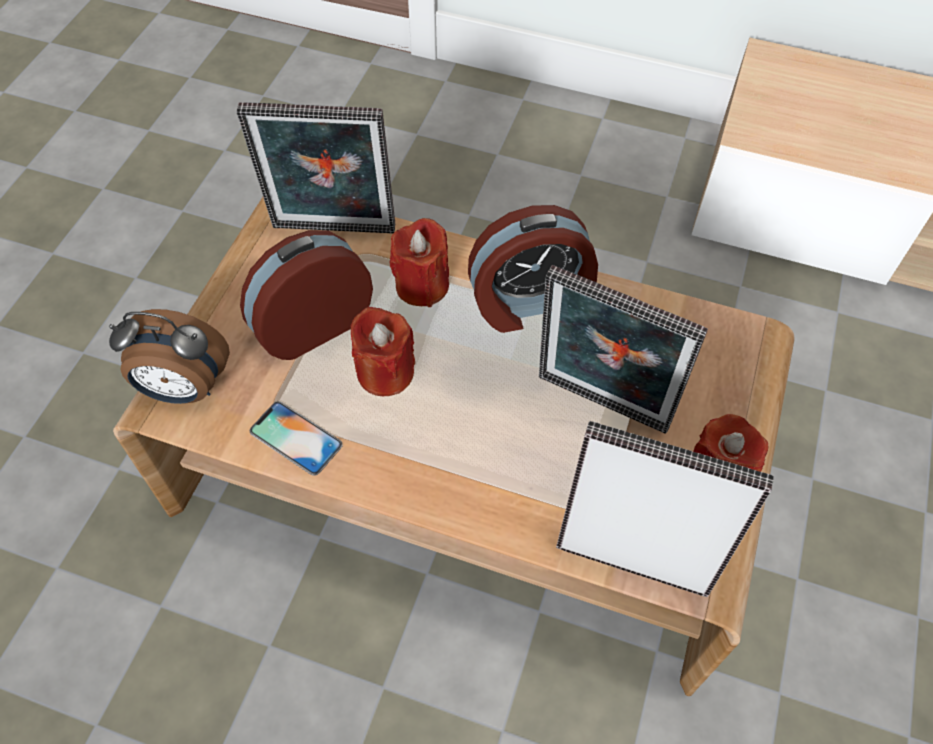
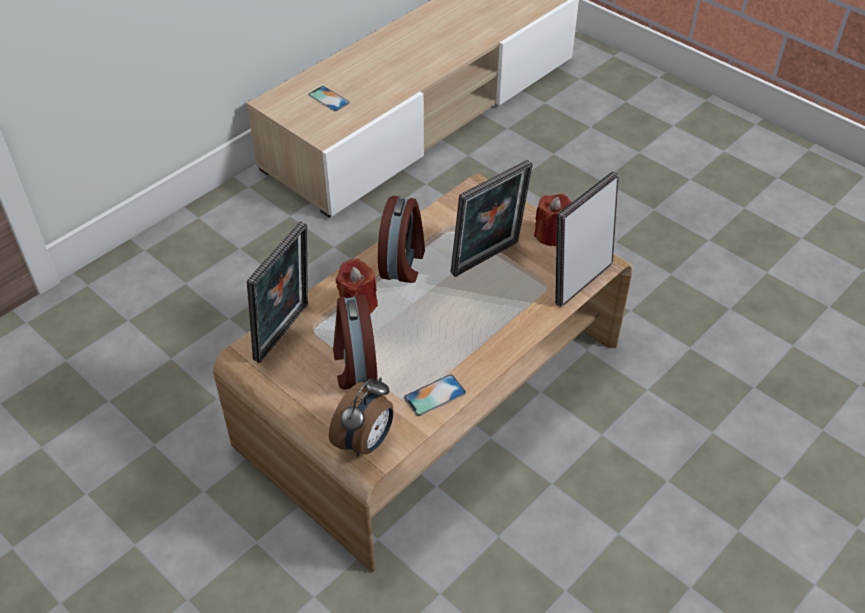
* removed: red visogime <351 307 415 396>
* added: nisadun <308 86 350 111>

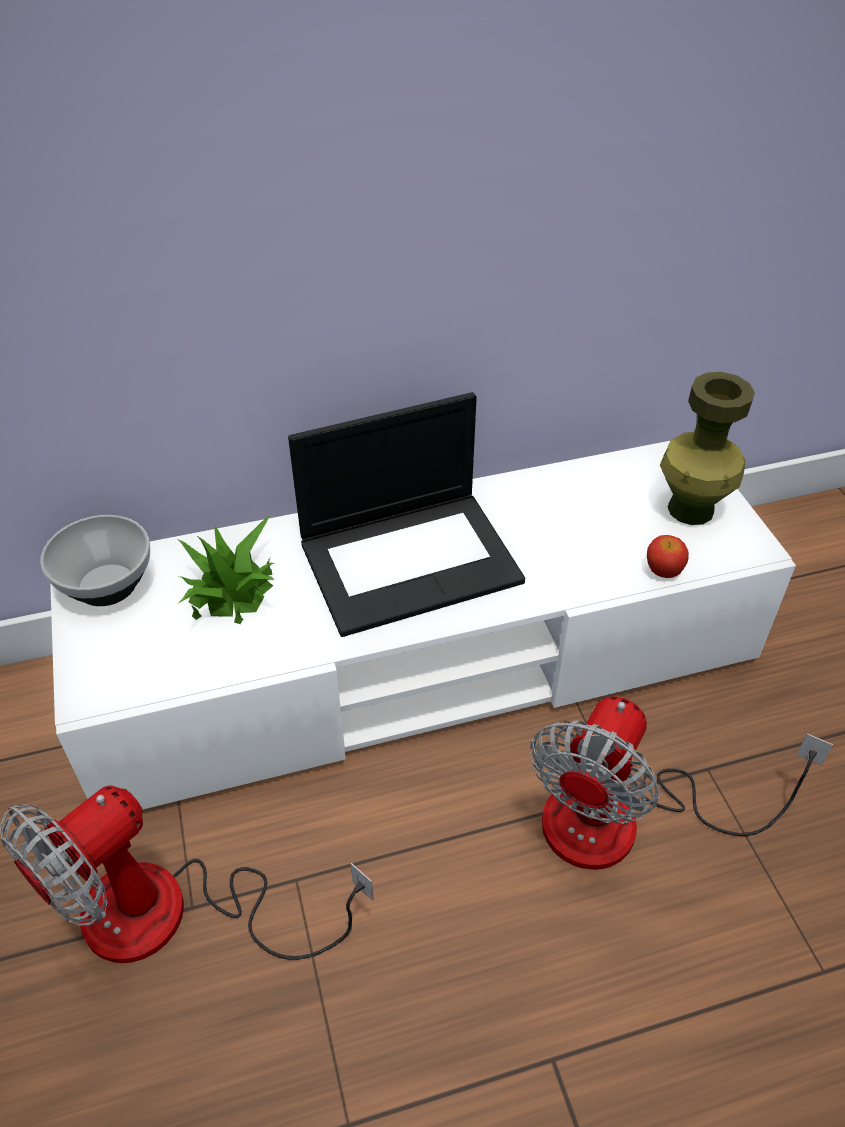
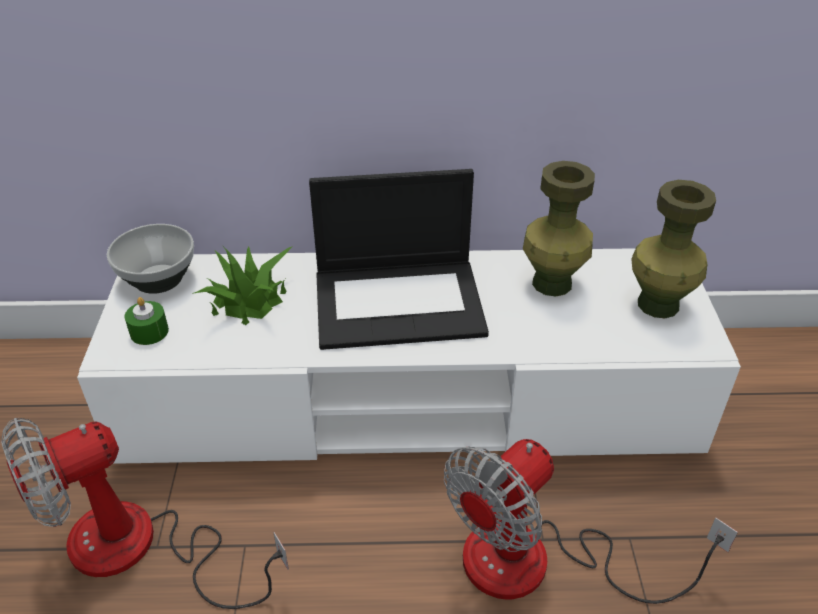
* removed: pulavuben <647 535 689 578>
* added: green visogime <125 297 169 345>
* added: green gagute <523 161 595 296>

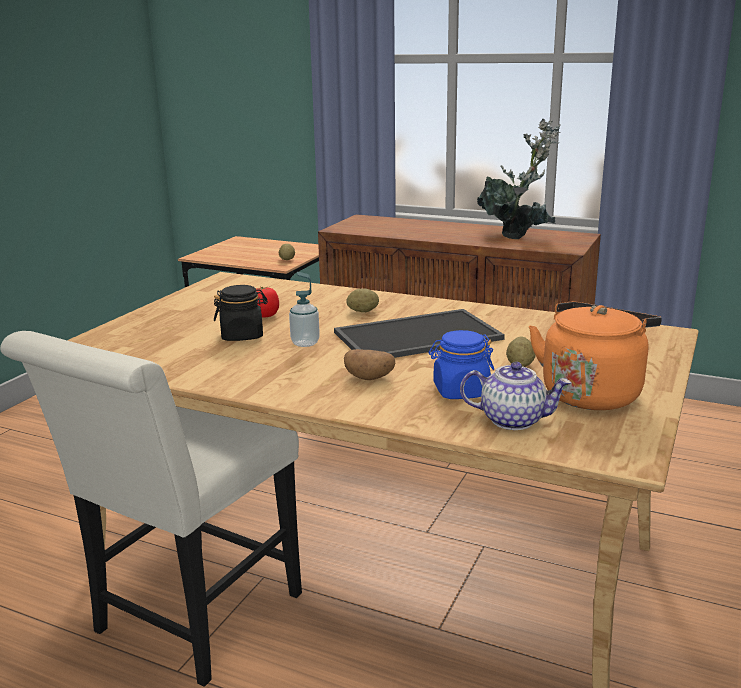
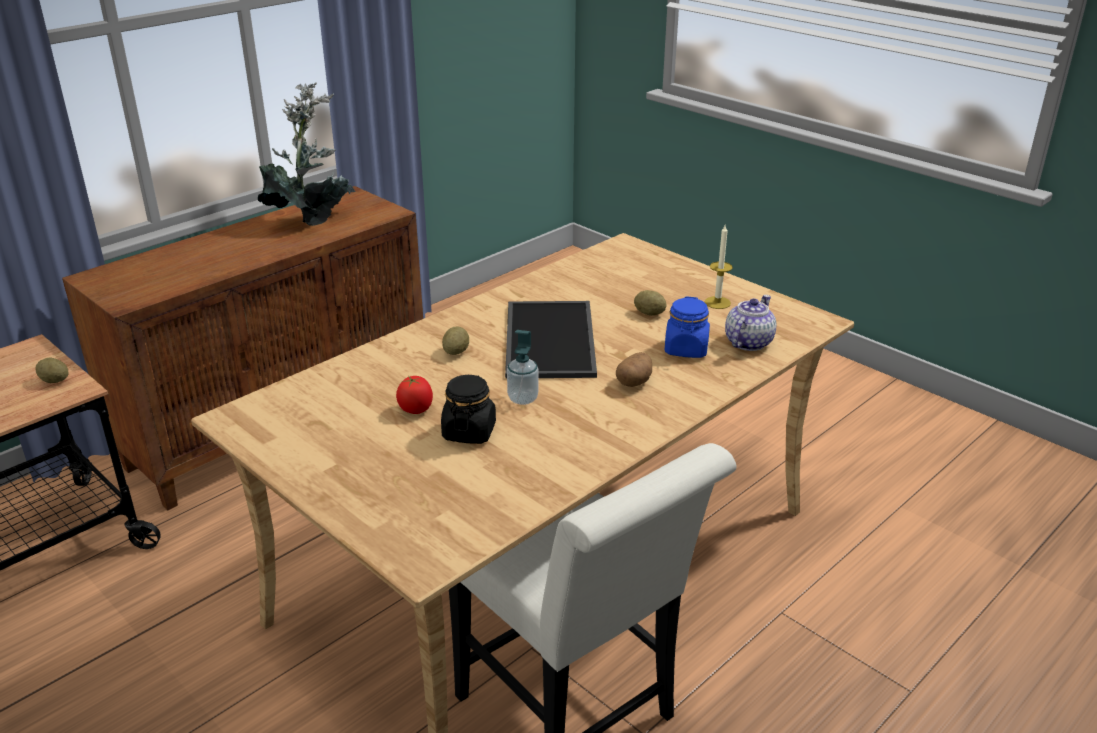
* replaced: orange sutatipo <529 301 662 410> to visogime <704 225 733 309>

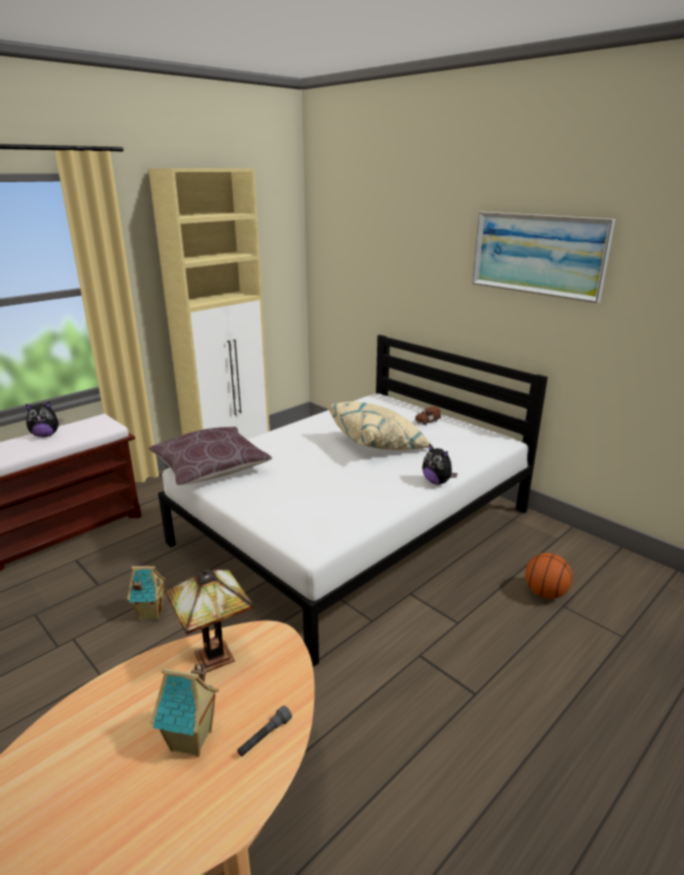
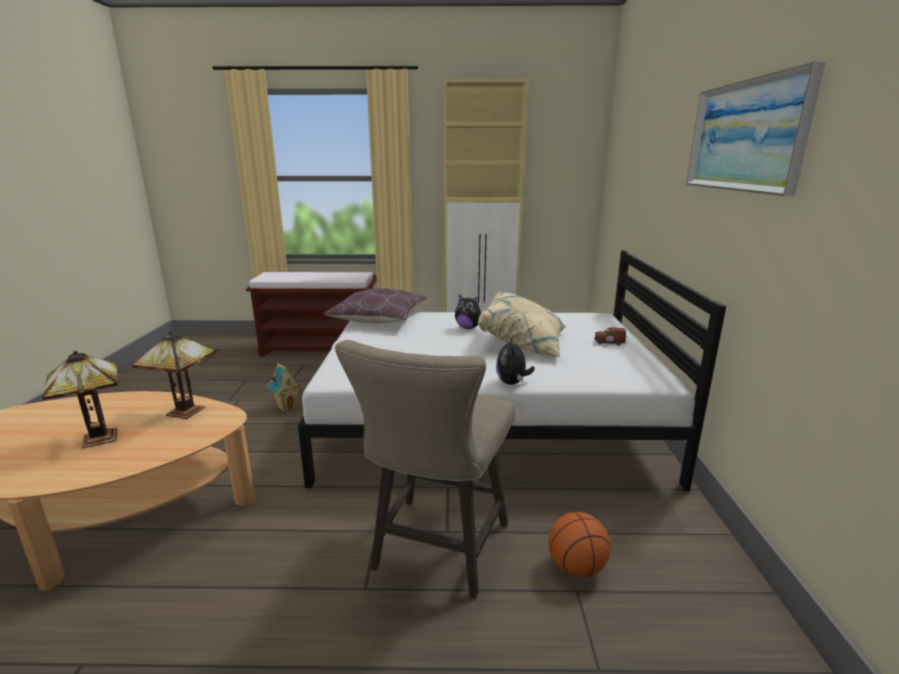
* moved: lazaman <26 401 62 437> to <455 295 481 329>
* replaced: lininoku <150 663 219 757> to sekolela <42 351 119 449>
* removed: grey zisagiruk <237 706 292 756>
* added: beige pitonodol <335 340 515 598>

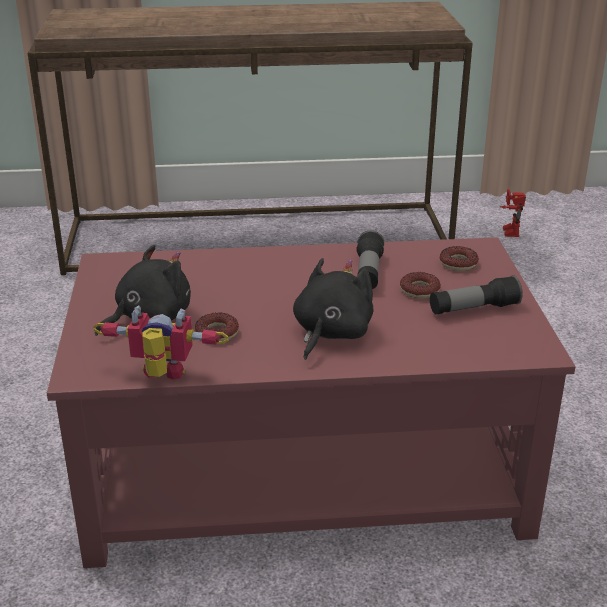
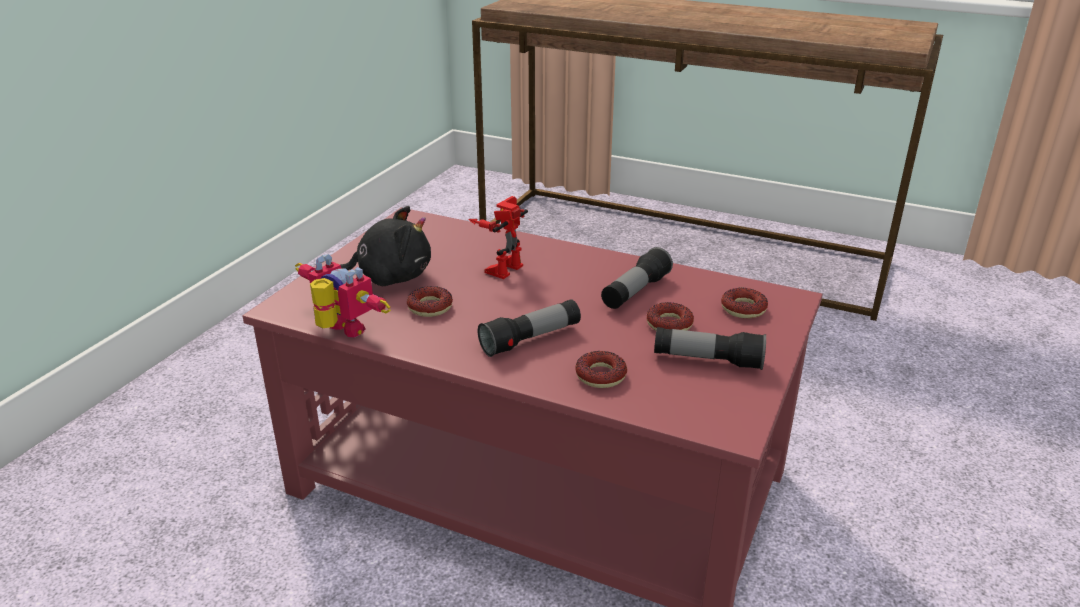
* replaced: black lazaman <293 258 374 360> to zisagiruk <478 299 581 357>
* moved: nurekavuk <500 189 526 237> to <468 196 528 279>
* added: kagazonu <575 351 627 388>

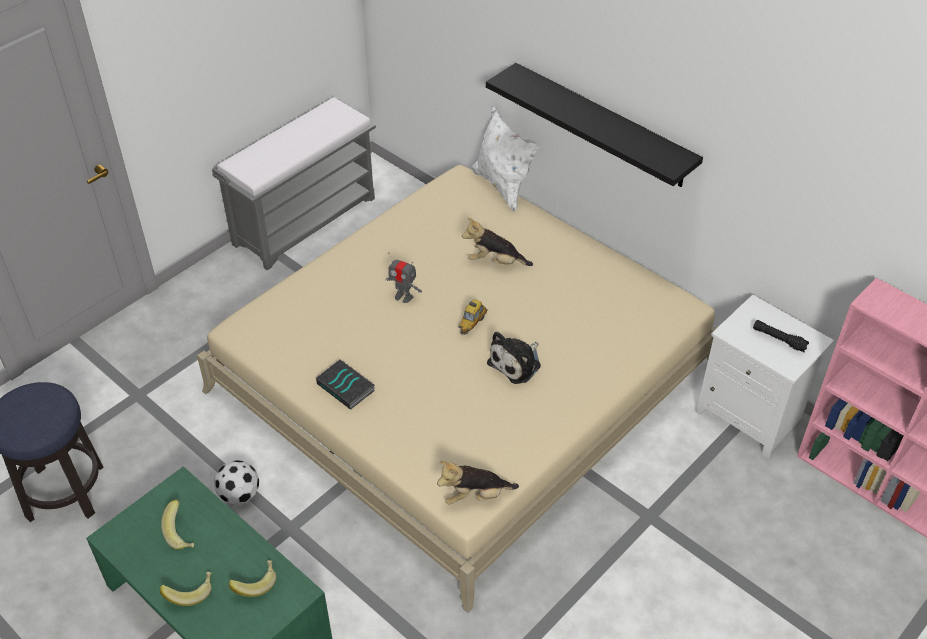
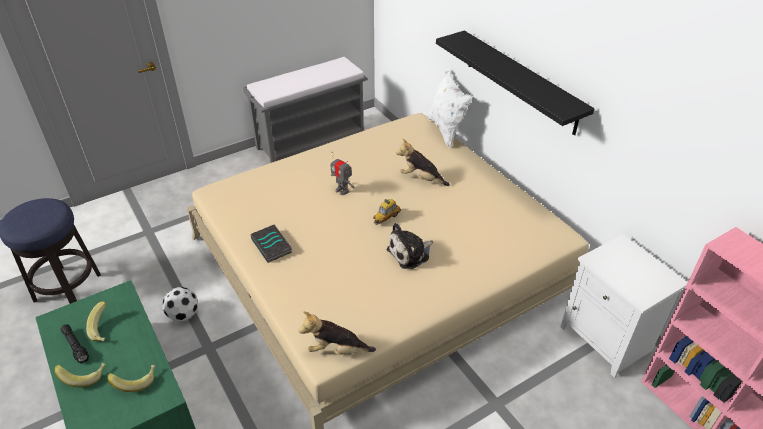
* moved: black zisagiruk <753 320 809 352> to <60 324 89 364>

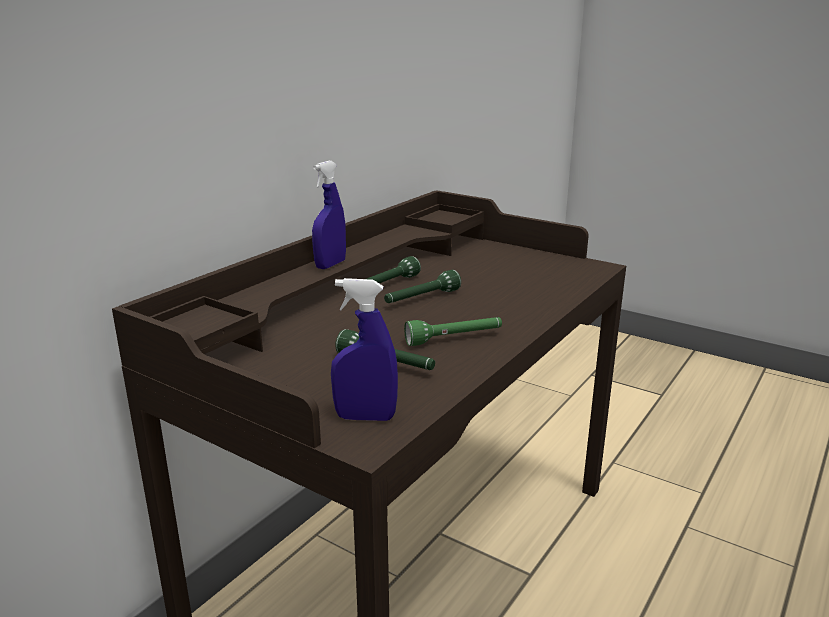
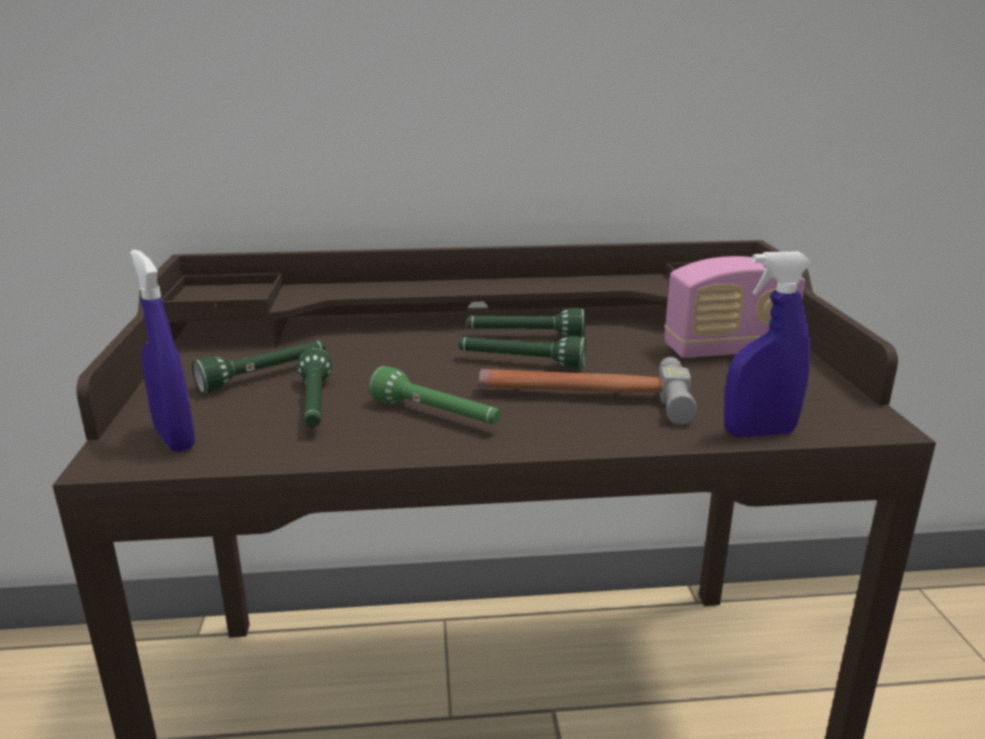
* moved: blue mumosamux <312 161 346 269> to <724 252 813 437>
* added: green zisagiruk <192 340 326 393>
* added: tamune <479 357 697 425>
* added: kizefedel <664 256 805 358>

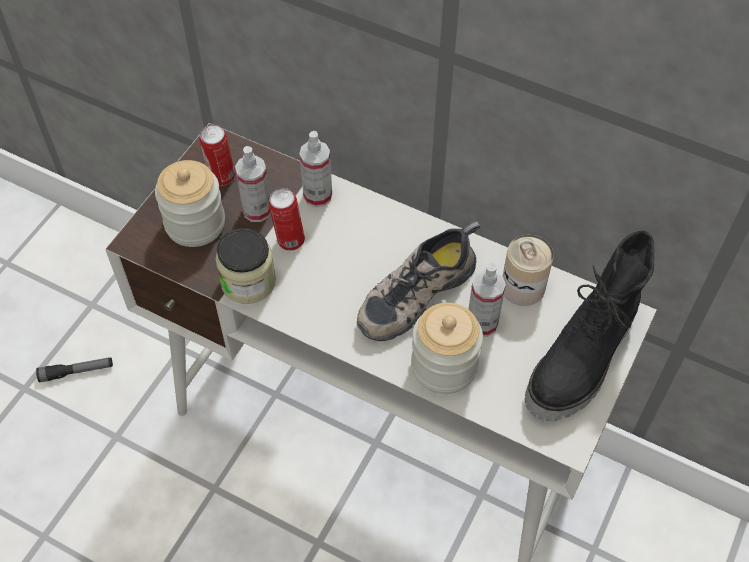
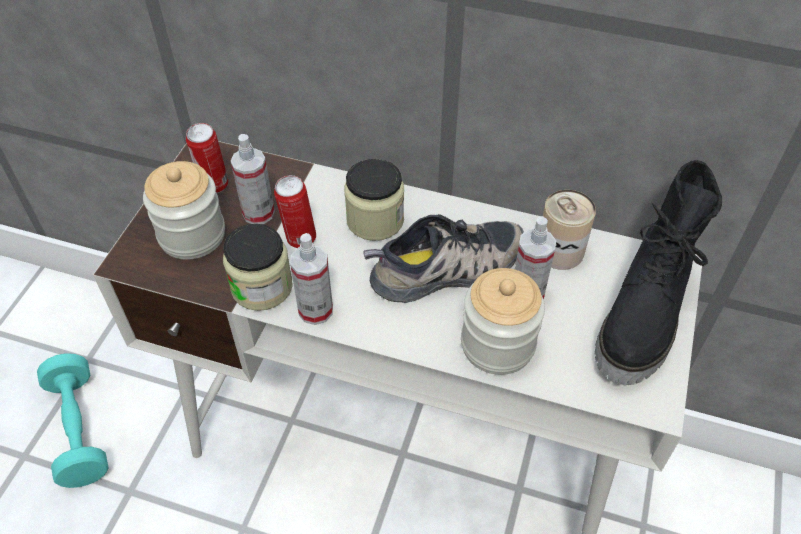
* replaced: zisagiruk <36 357 113 383> to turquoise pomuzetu <37 353 109 488>
* moved: mumosamux <300 131 332 207> to <290 233 333 325>
* turned: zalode <357 221 481 342> = <363 214 524 303> 150 degrees counterclockwise
* added: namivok <344 159 404 241>

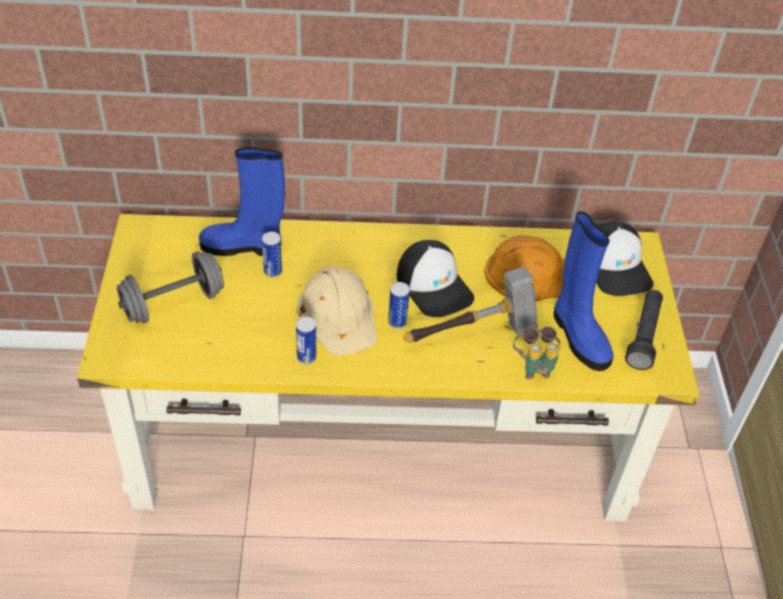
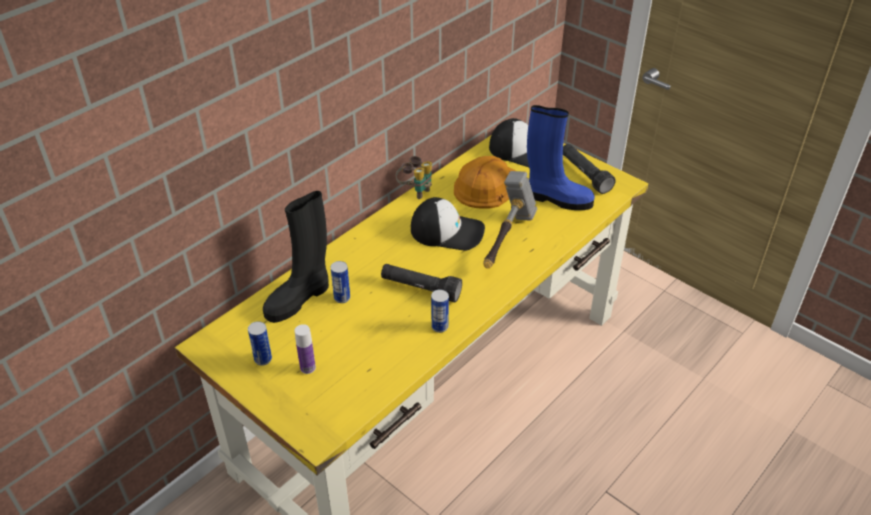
* replaced: grey pomuzetu <117 251 224 323> to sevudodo <295 324 316 374>
* recoloured: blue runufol <199 147 285 256> to black runufol <263 191 329 323>
* replaced: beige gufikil <296 266 377 356> to black zisagiruk <381 264 462 302>
* moved: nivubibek <388 282 410 329> to <248 321 272 366>
* moved: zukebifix <513 326 560 379> to <396 156 432 199>

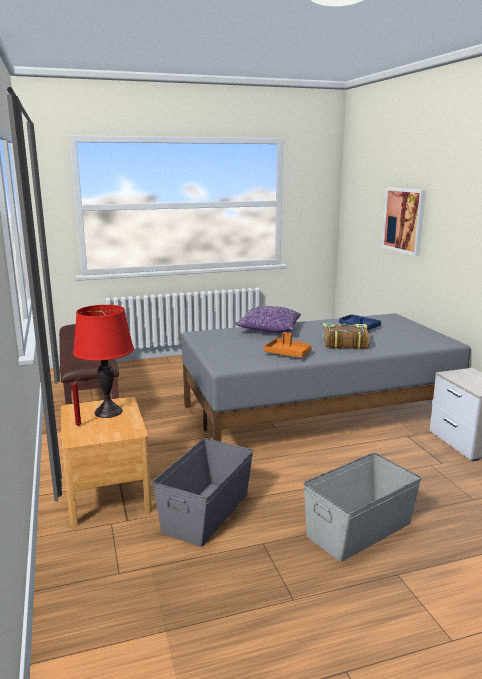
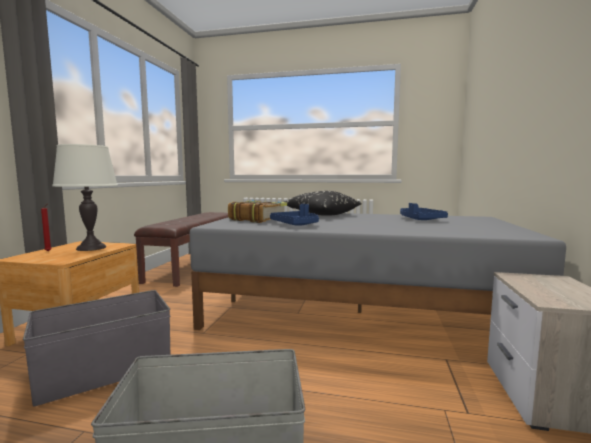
* recoloured: red sekolela <73 305 134 418> to white sekolela <52 144 118 251>
* recoloured: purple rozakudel <235 306 301 333> to black rozakudel <284 191 362 216>
* recoloured: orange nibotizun <264 332 312 358> to blue nibotizun <270 204 319 226>
* moved: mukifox <322 323 369 349> to <228 200 287 223>
* removed: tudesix <382 187 426 256>

